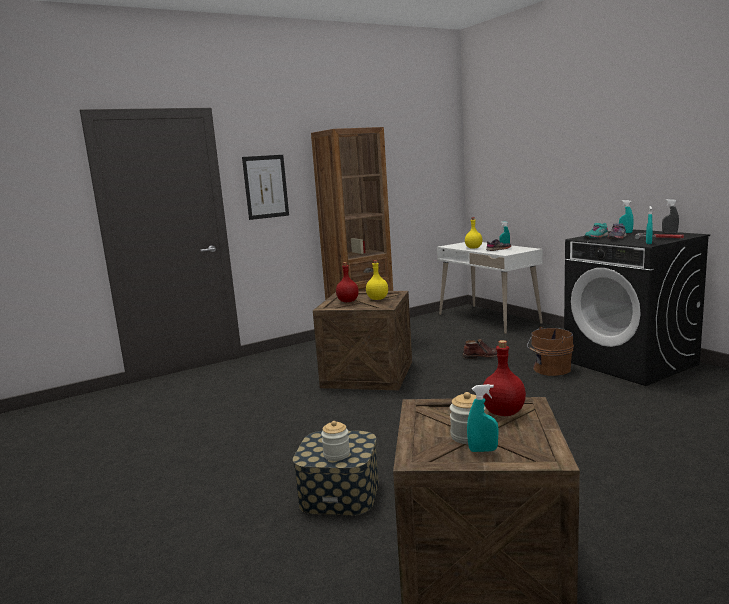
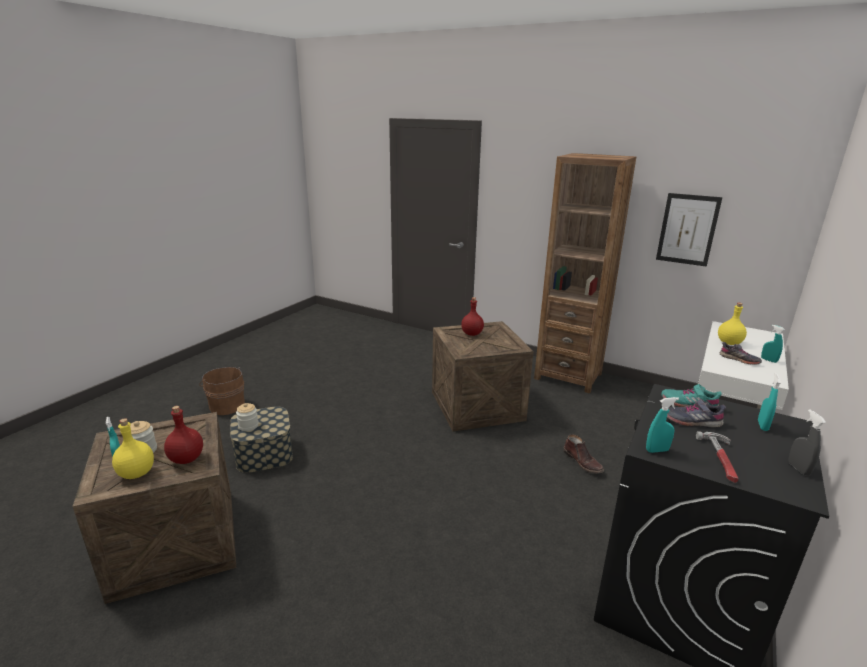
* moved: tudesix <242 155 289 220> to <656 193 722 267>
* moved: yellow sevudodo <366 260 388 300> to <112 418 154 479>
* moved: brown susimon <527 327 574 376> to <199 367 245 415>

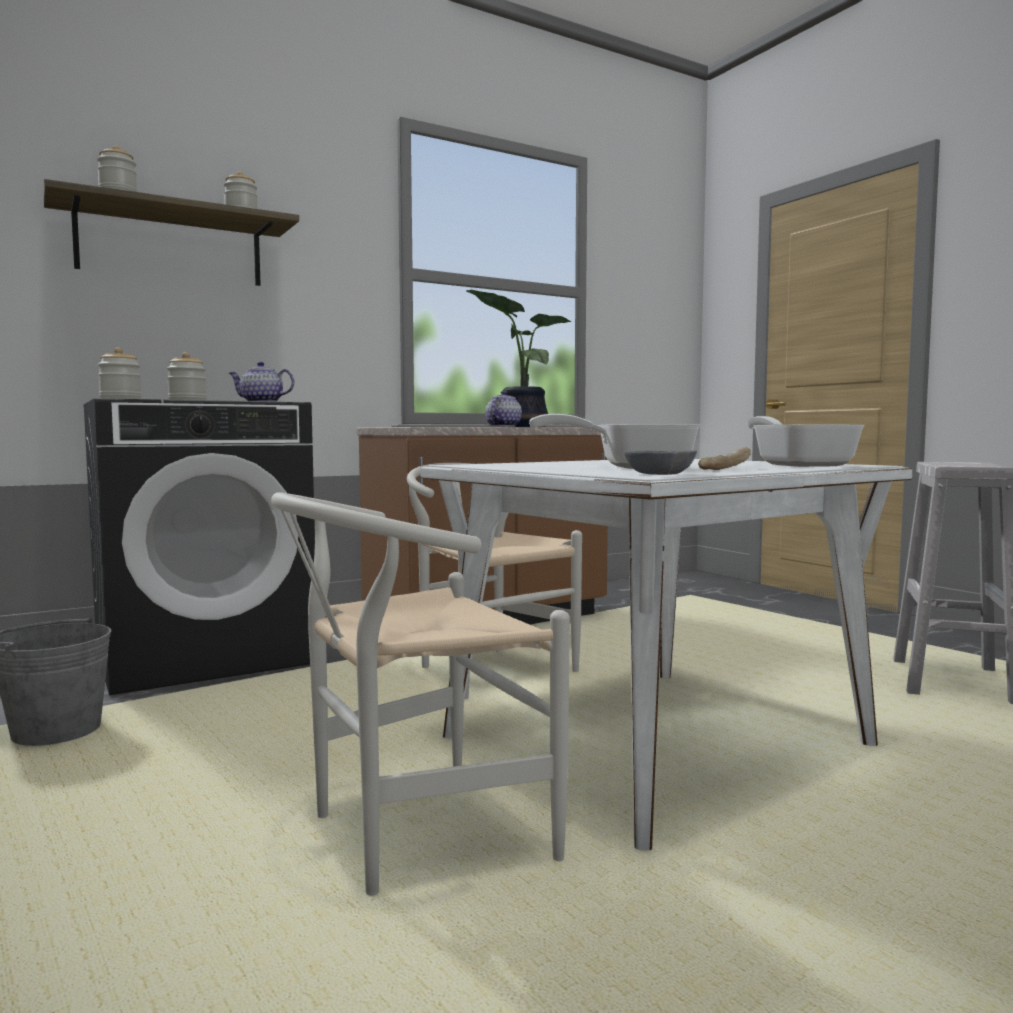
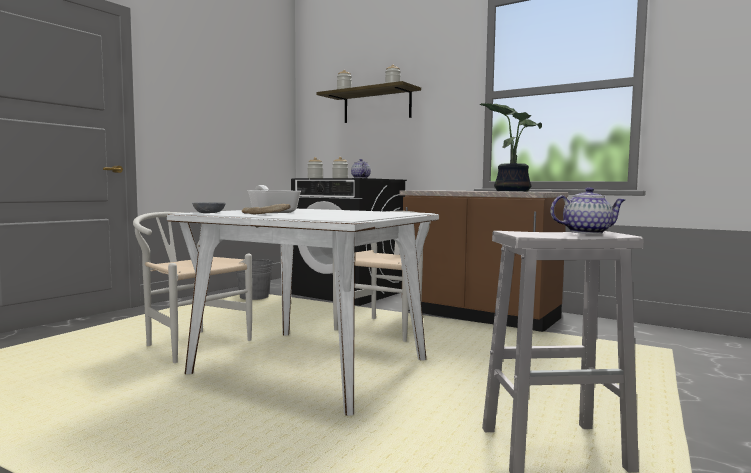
* moved: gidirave <485 391 522 427> to <550 187 625 234>
* removed: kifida <747 416 865 467>

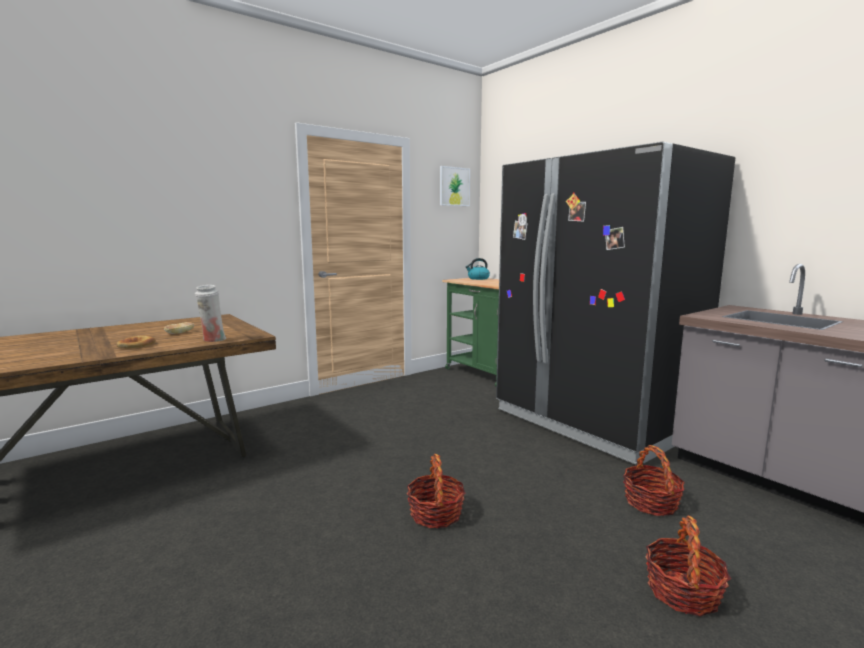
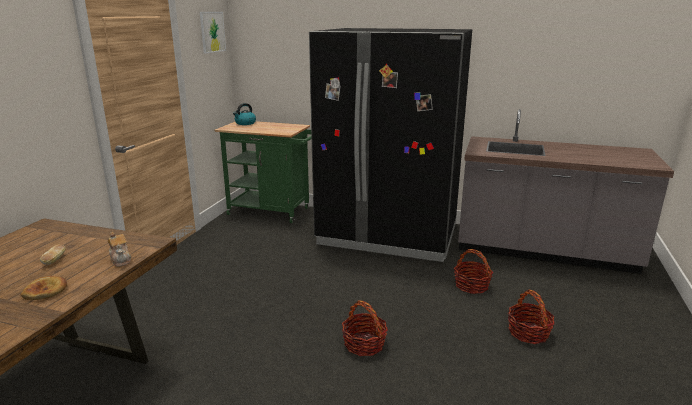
* replaced: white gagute <195 285 227 342> to gidirave <108 232 132 267>

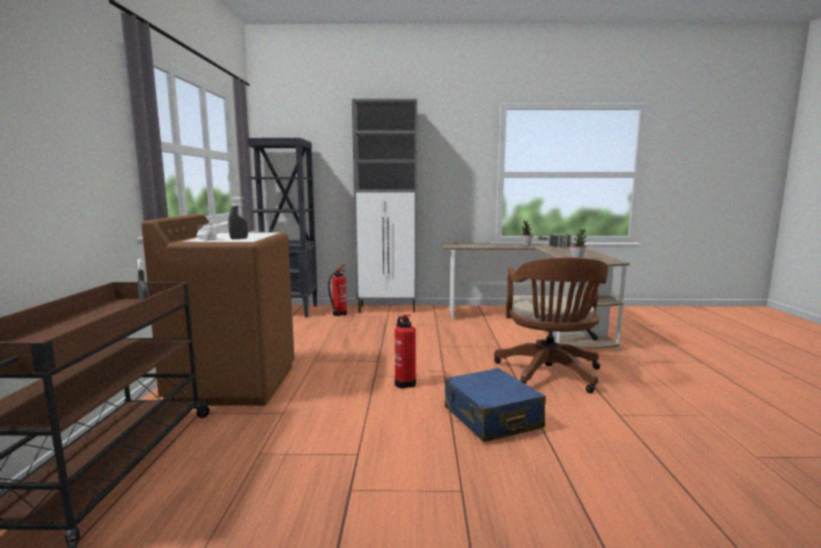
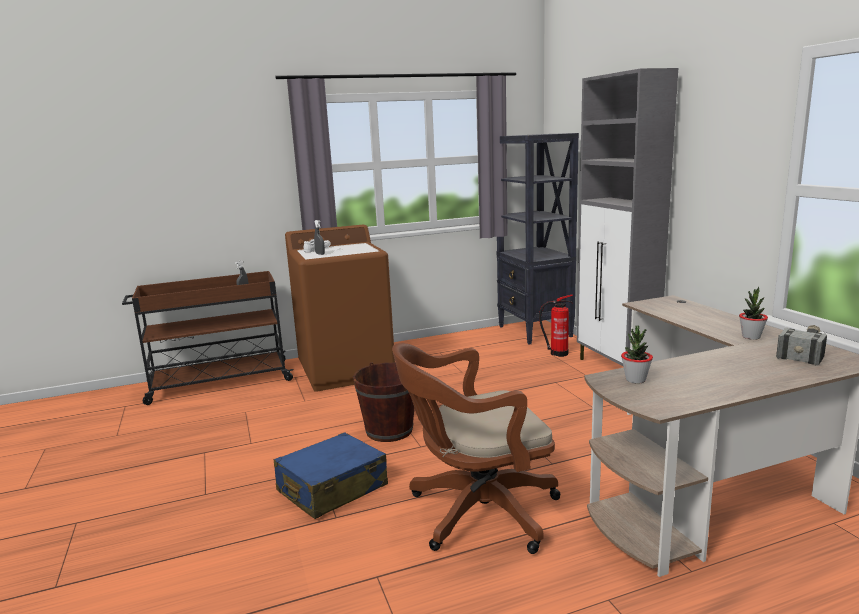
* replaced: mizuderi <395 315 416 389> to brown susimon <353 362 415 442>

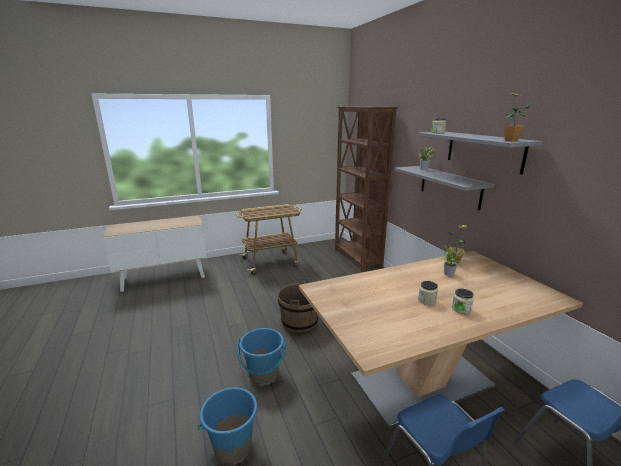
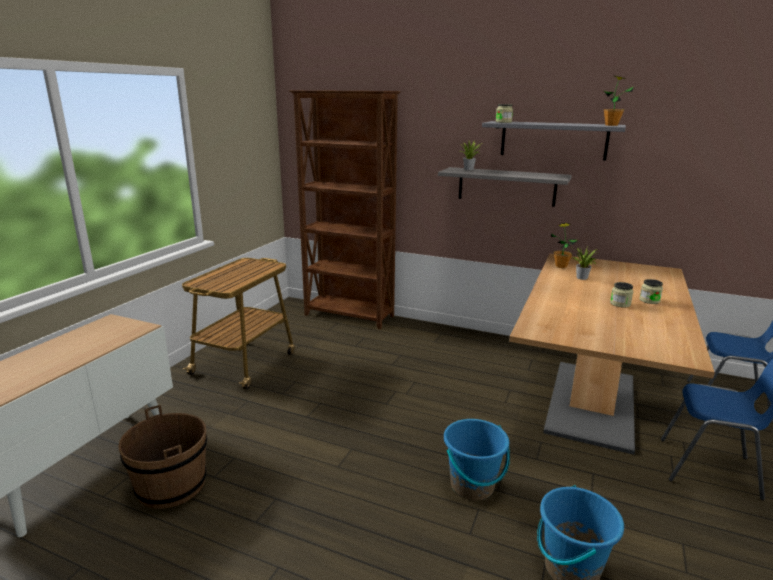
* moved: brown susimon <278 278 318 333> to <118 405 207 509>

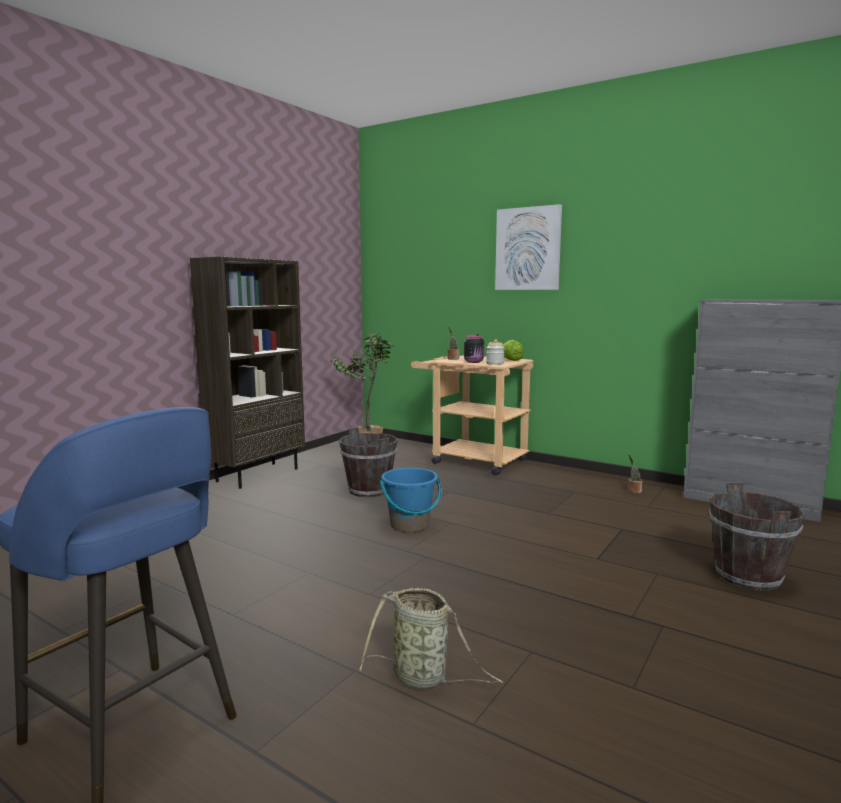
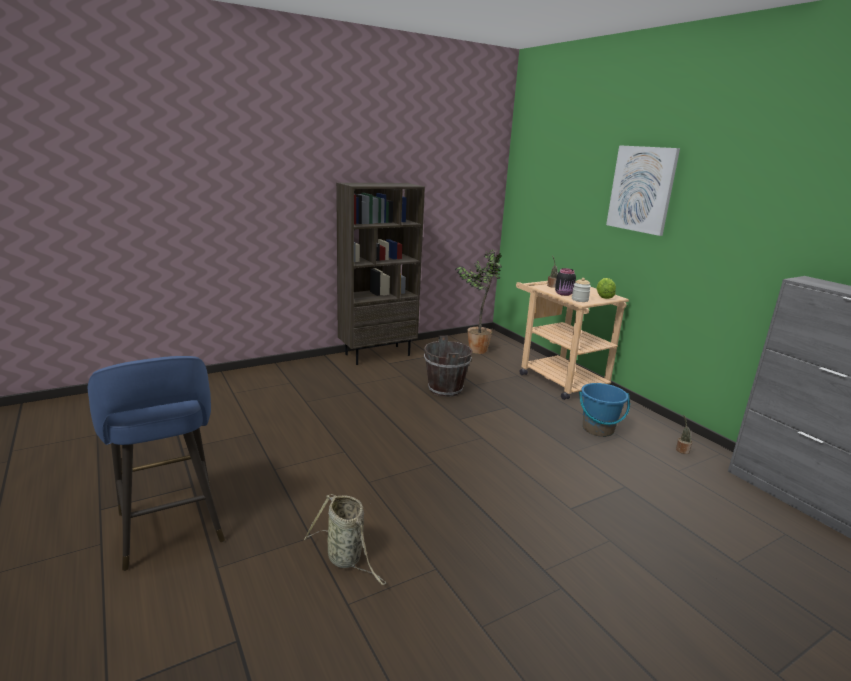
* moved: blue susimon <380 468 441 533> to <579 383 630 437>
* removed: brown susimon <709 483 806 591>

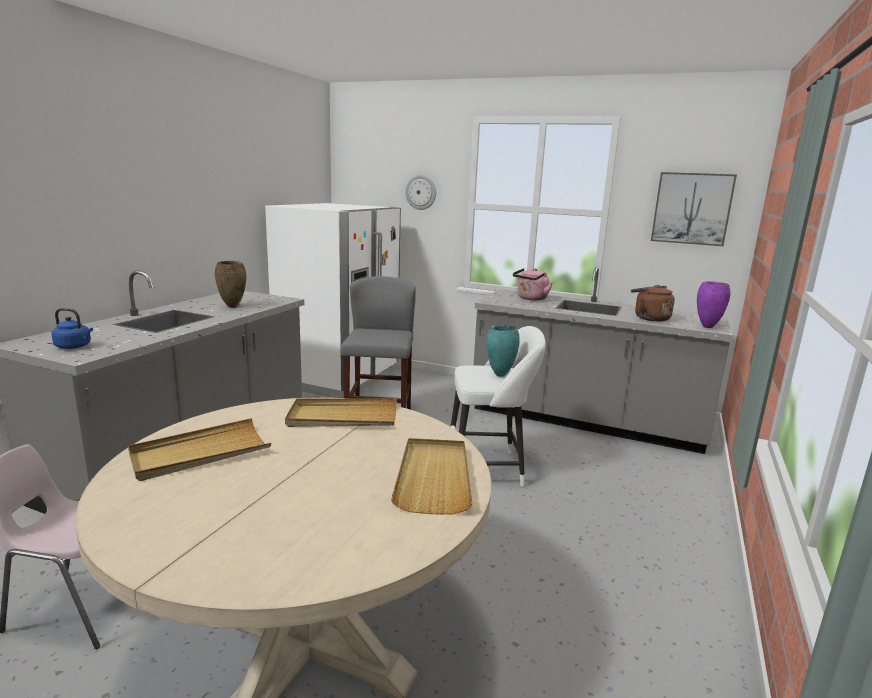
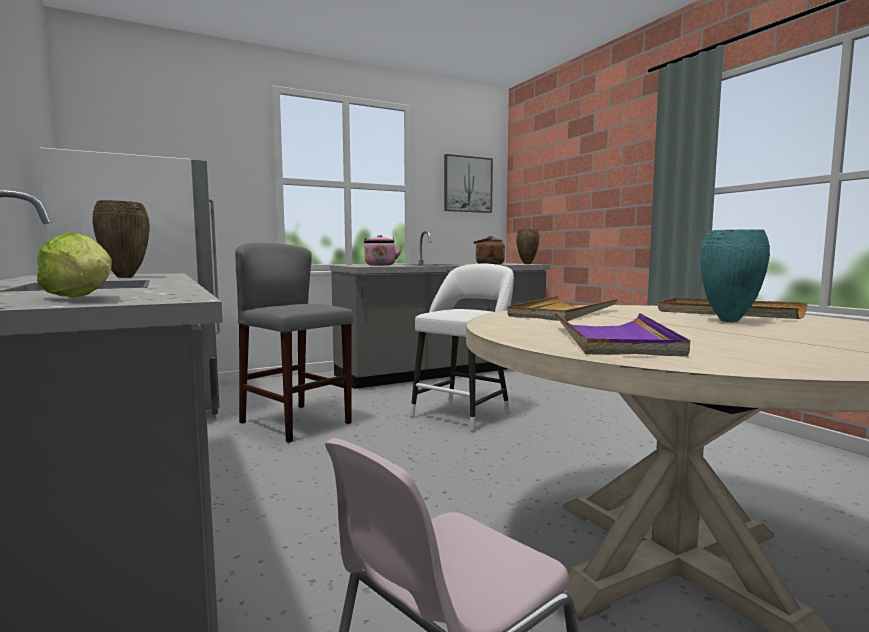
* replaced: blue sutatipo <51 308 93 349> to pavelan <37 232 112 298>
* recoloured: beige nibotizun <128 418 271 481> to purple nibotizun <555 312 690 356>
* removed: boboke <405 175 436 210>
* moved: turquoise gagute <487 325 520 377> to <700 229 770 322>
* recoloured: purple gagute <697 281 730 328> to brown gagute <516 229 539 264>

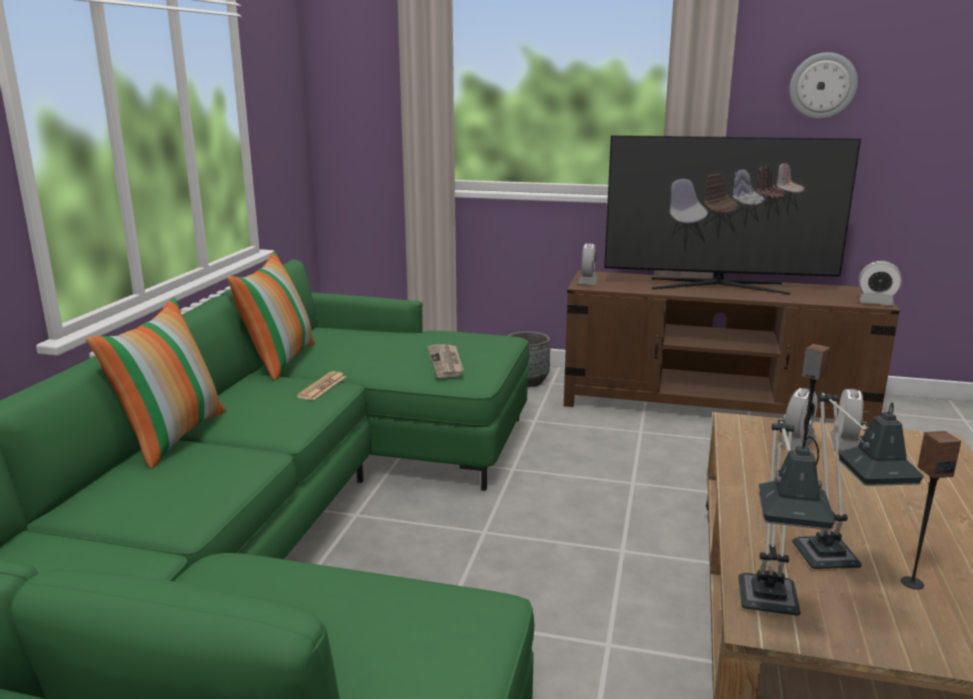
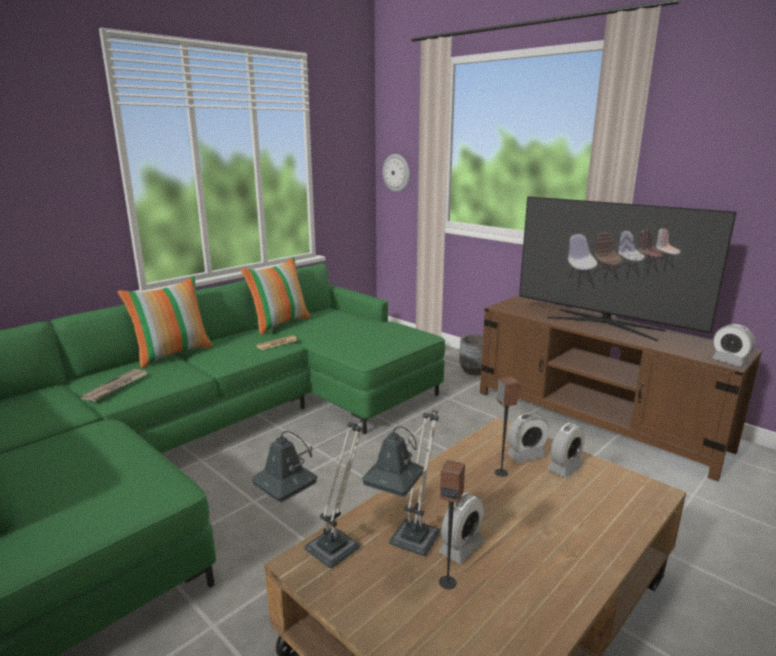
* moved: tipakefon <427 344 464 378> to <81 369 148 401>
* moved: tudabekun <578 243 597 285> to <439 493 484 564>
* moved: boboke <789 52 858 119> to <383 154 410 192>

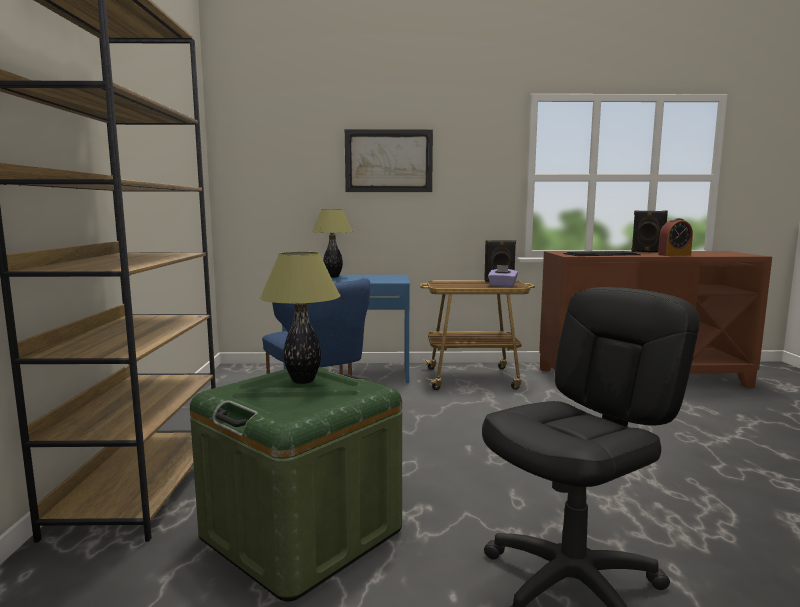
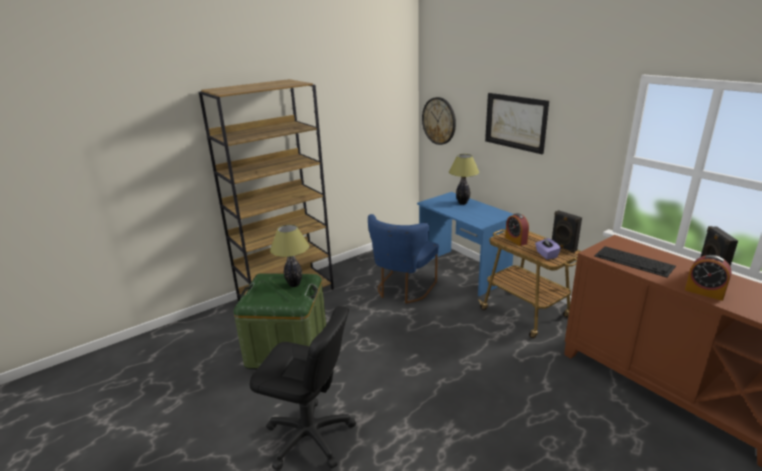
* added: boboke <422 97 456 145>
* added: tudabekun <505 213 529 246>

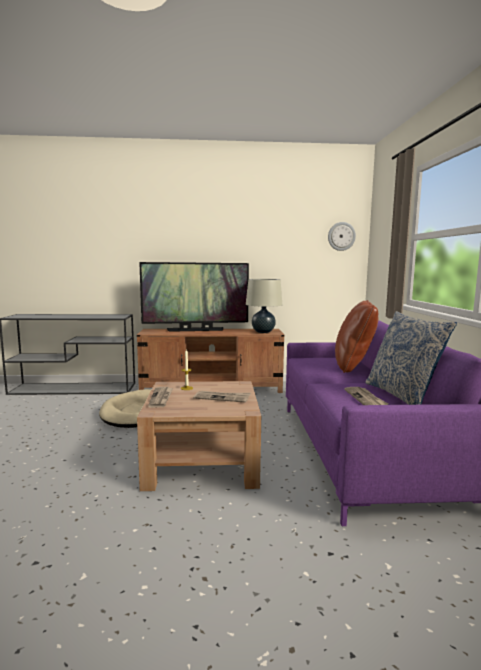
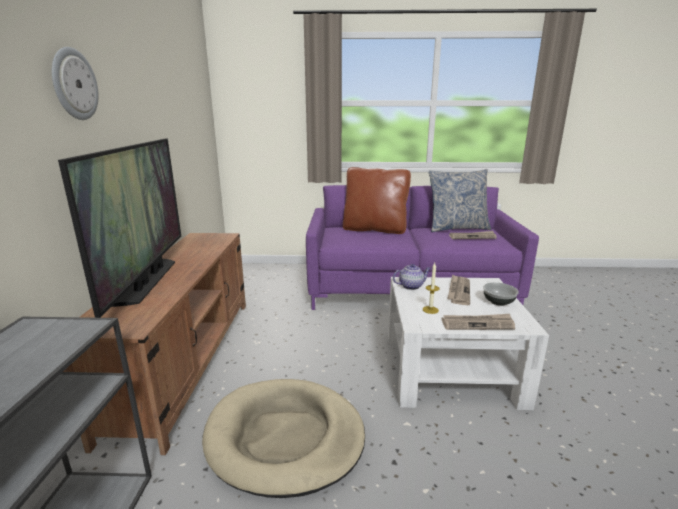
* recoloured: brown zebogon <137 381 261 491> to white zebogon <388 277 549 410>
* removed: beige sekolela <246 279 282 333>
* moved: boboke <328 222 356 251> to <52 47 99 120>
* added: gidirave <393 264 431 290>
* added: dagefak <483 282 519 306>

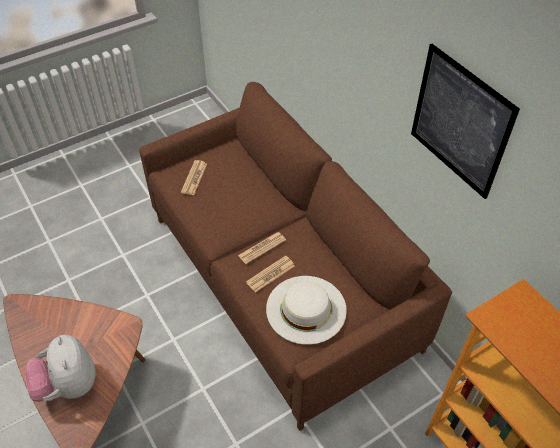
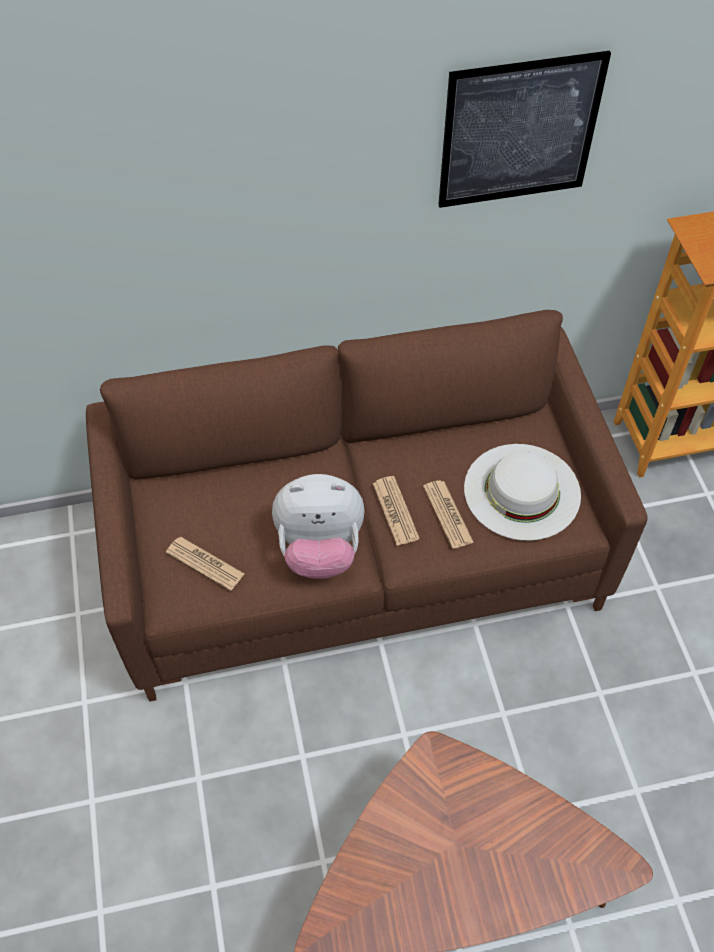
* moved: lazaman <25 335 96 402> to <272 474 365 579>

